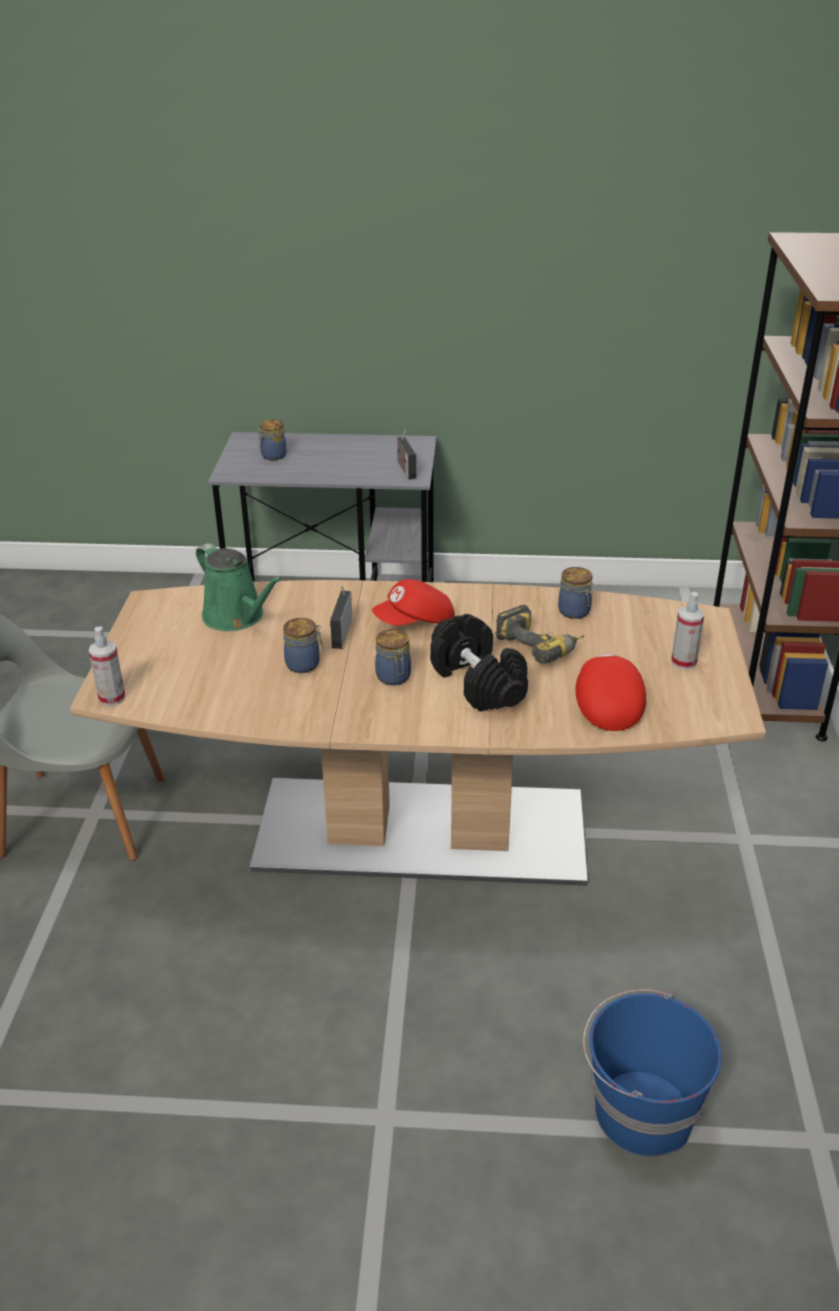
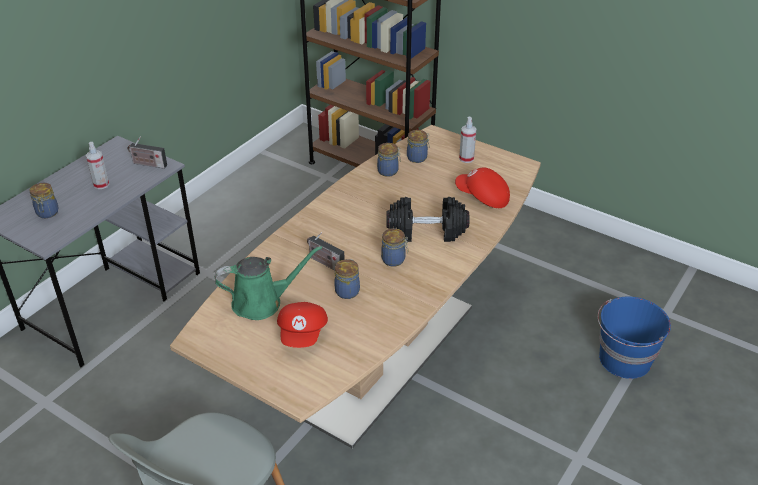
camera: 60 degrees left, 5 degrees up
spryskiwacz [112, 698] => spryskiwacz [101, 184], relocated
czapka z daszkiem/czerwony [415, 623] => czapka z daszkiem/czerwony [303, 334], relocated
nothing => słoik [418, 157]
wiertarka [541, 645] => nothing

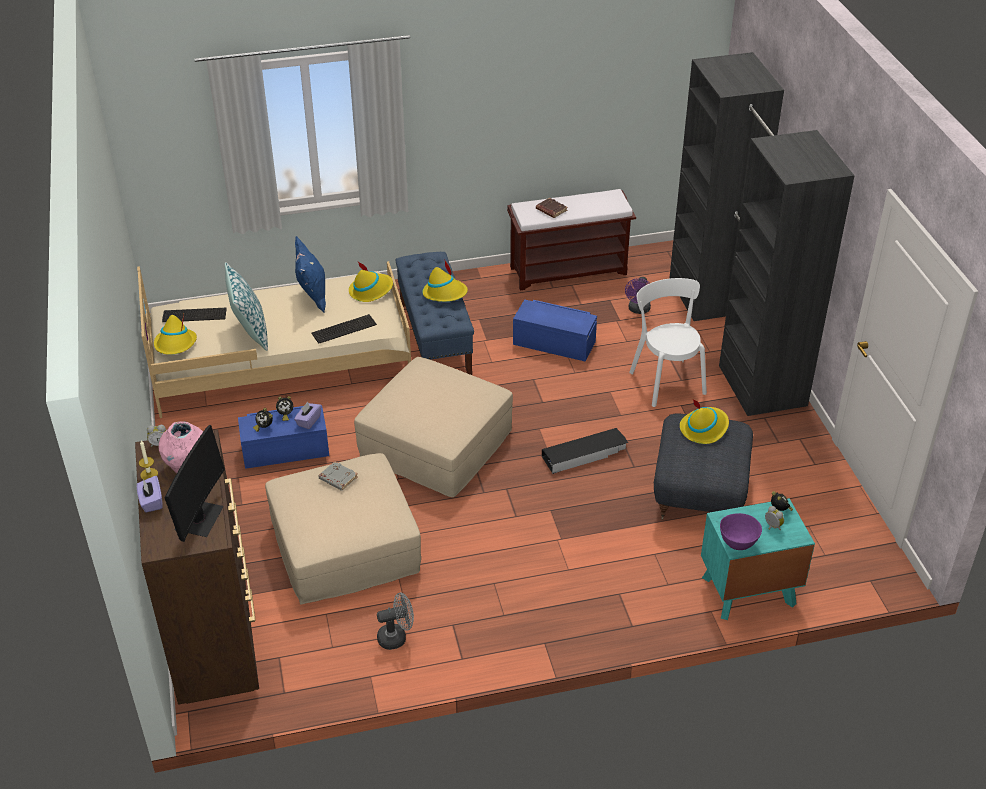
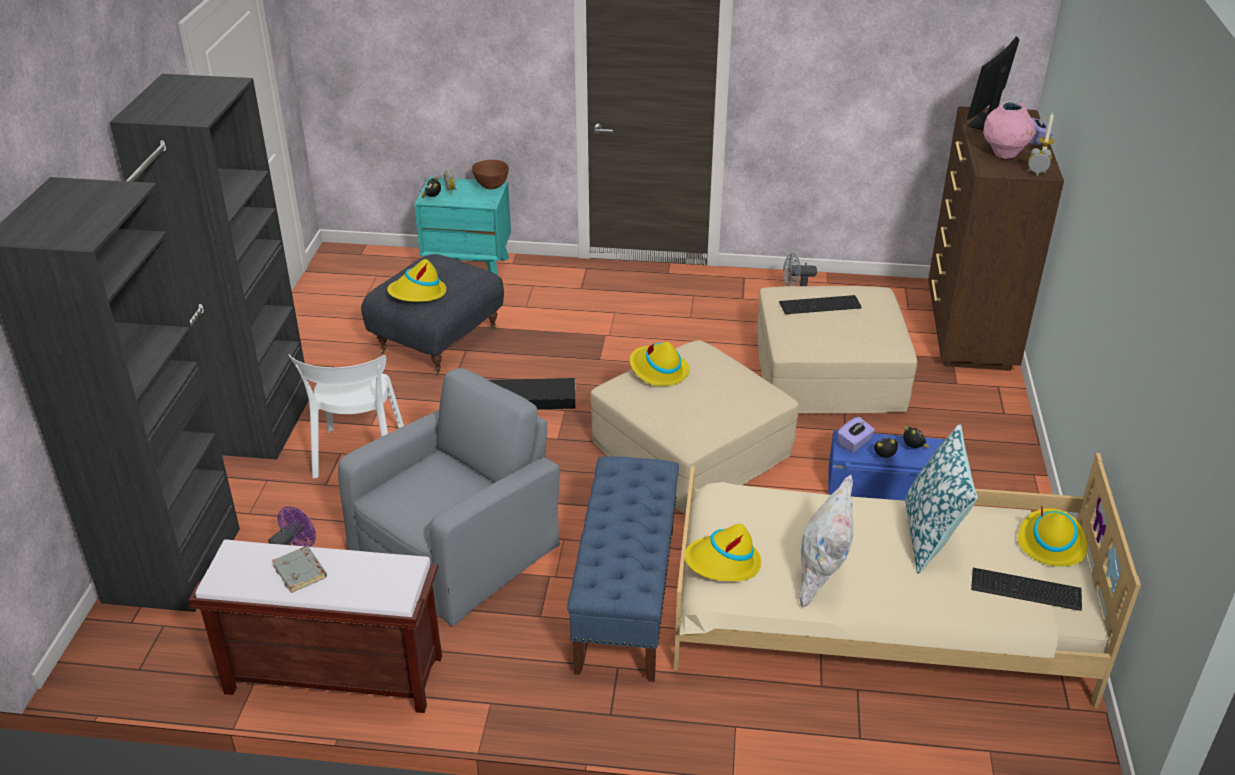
camera: 160 degrees left, 5 degrees down
książka/szary [337, 478] => książka/szary [301, 572], relocated
pojemnik do przechowywania/niebieski [554, 342] => fotel/szary [456, 546]
miska/fioletowy [738, 544] => miska/brązowy [492, 186]
kapelusz/żółty [445, 293] => kapelusz/żółty [658, 370], relocated
klawiatura [342, 328] => klawiatura [821, 305], relocated
poduszka/niebieski [312, 297] => poduszka/biały [822, 574]
książka/brązowy [550, 210] => nothing

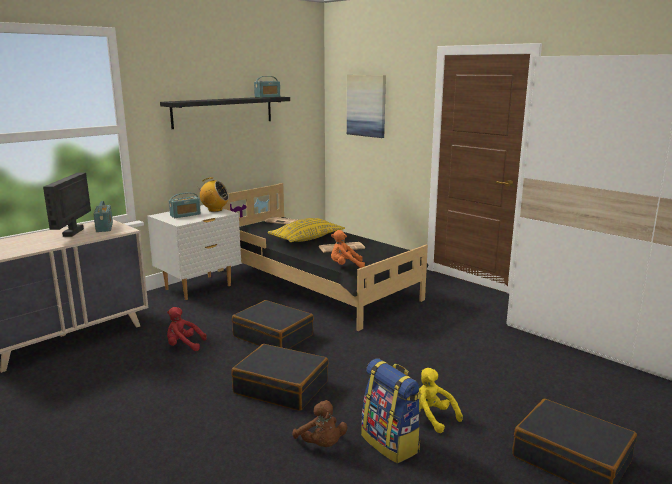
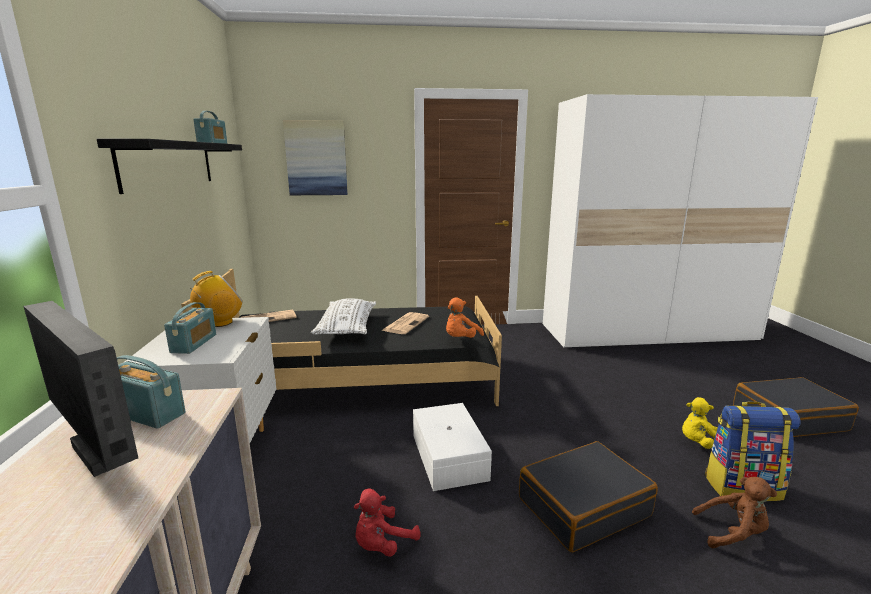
camera: 50 degrees left, 0 degrees up
poduszka/żółty [306, 239] => poduszka/biały [347, 327]
walizka/czarny [273, 336] => pojemnik do przechowywania/biały [447, 457]

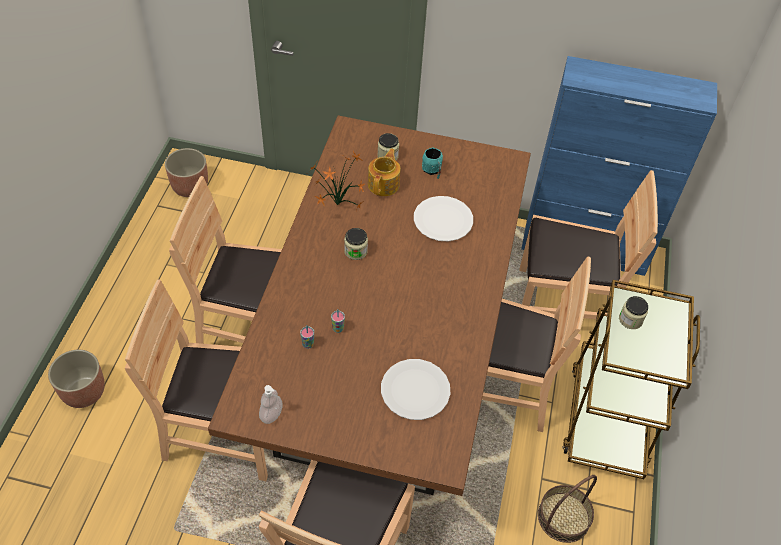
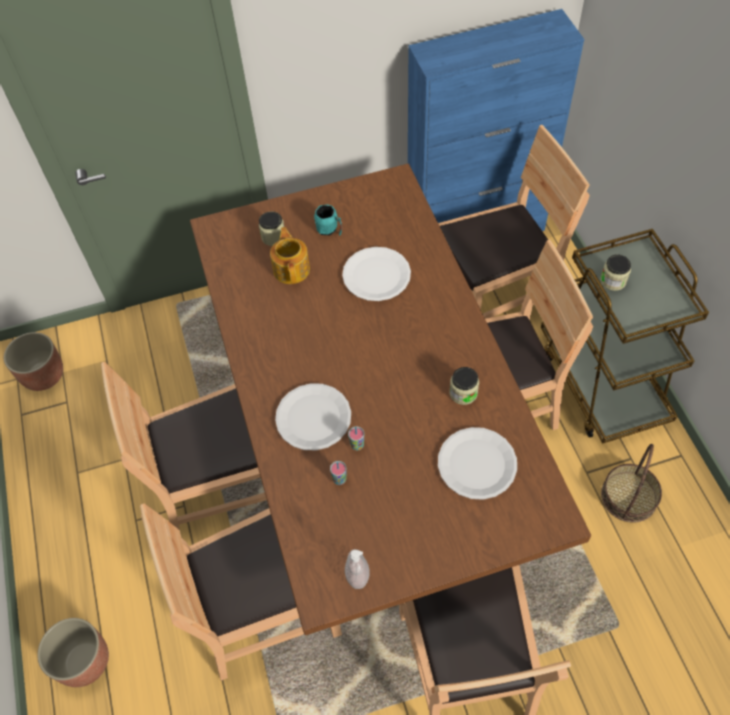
camera: 25 degrees left, 5 degrees up
nothing => talerz/biały [313, 418]
słoik [355, 251] => słoik [463, 393], relocated
roślina doniczkowa [336, 204] => nothing

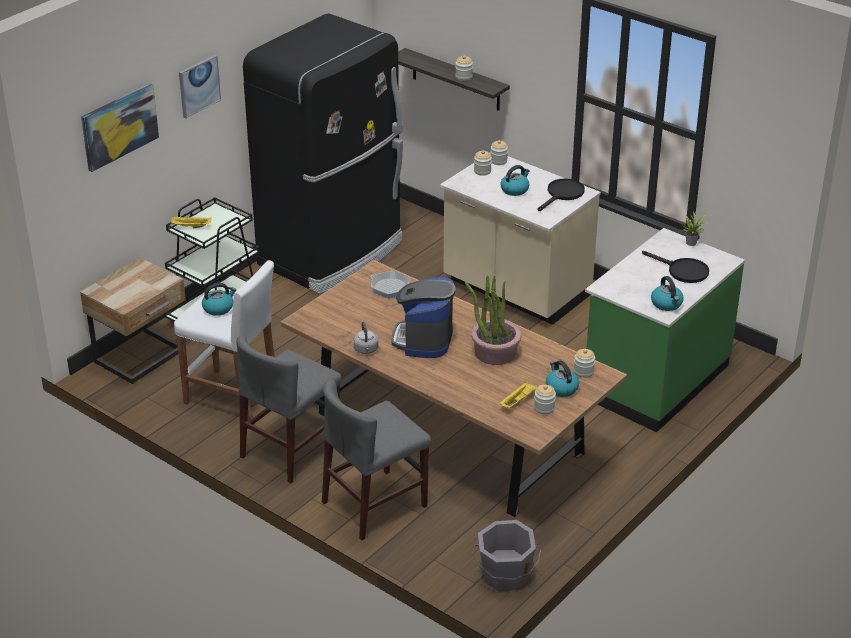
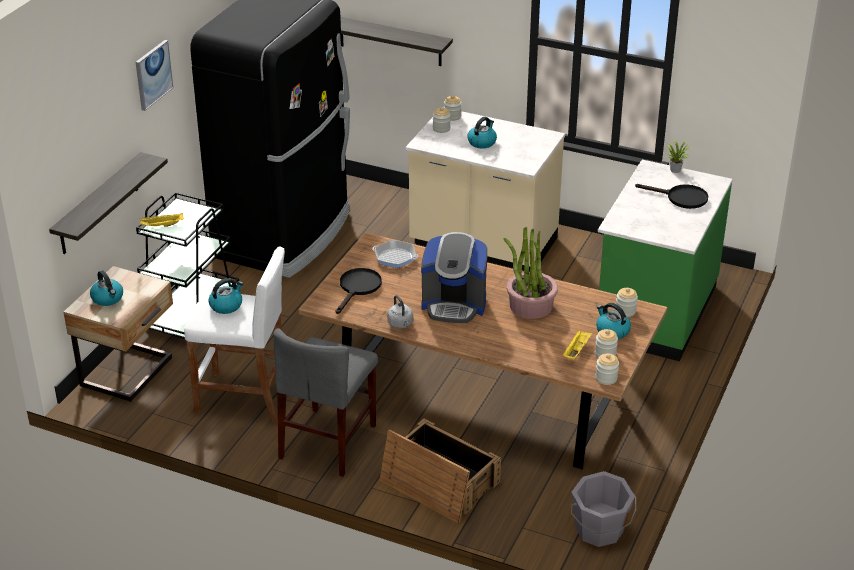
camera: 15 degrees left, 0 degrees up
nothing => półka [98, 204]
czajnik [667, 304] => czajnik [108, 298], relocated
patelnia/czarny [562, 194] => patelnia/czarny [358, 288], relocated
krzesło/szary [374, 504] => skrzynka [438, 482]
ekspres do kawy [424, 340] => ekspres do kawy [454, 304], 75 degrees counterclockwise
słoik [463, 77] => słoik [606, 378], relocated
obraz [119, 126] => nothing

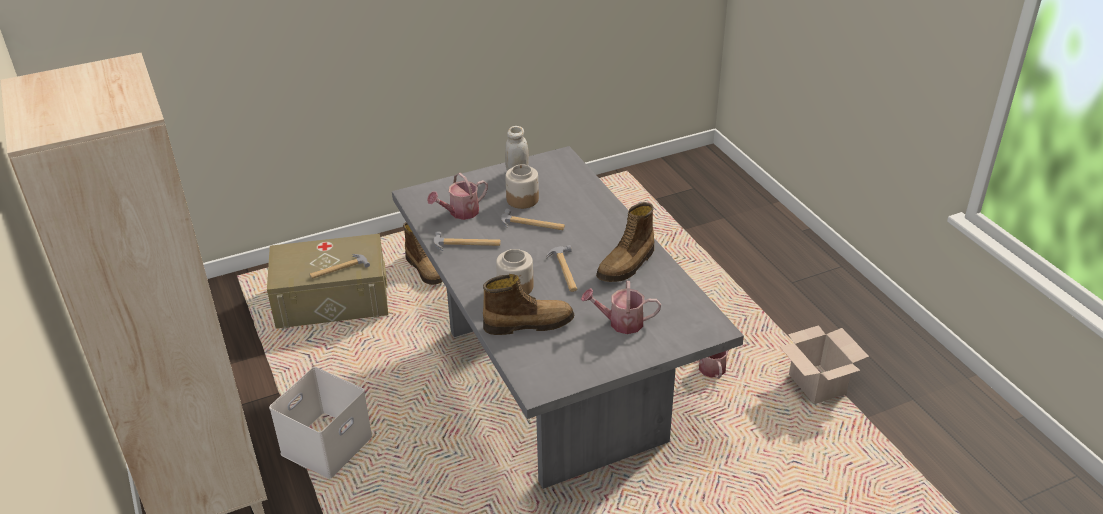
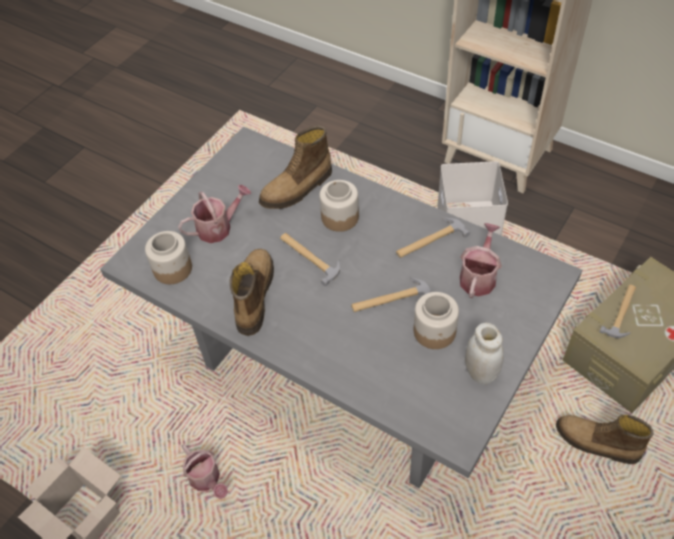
camera: 150 degrees right, 15 degrees up
nothing => słoik [172, 269]

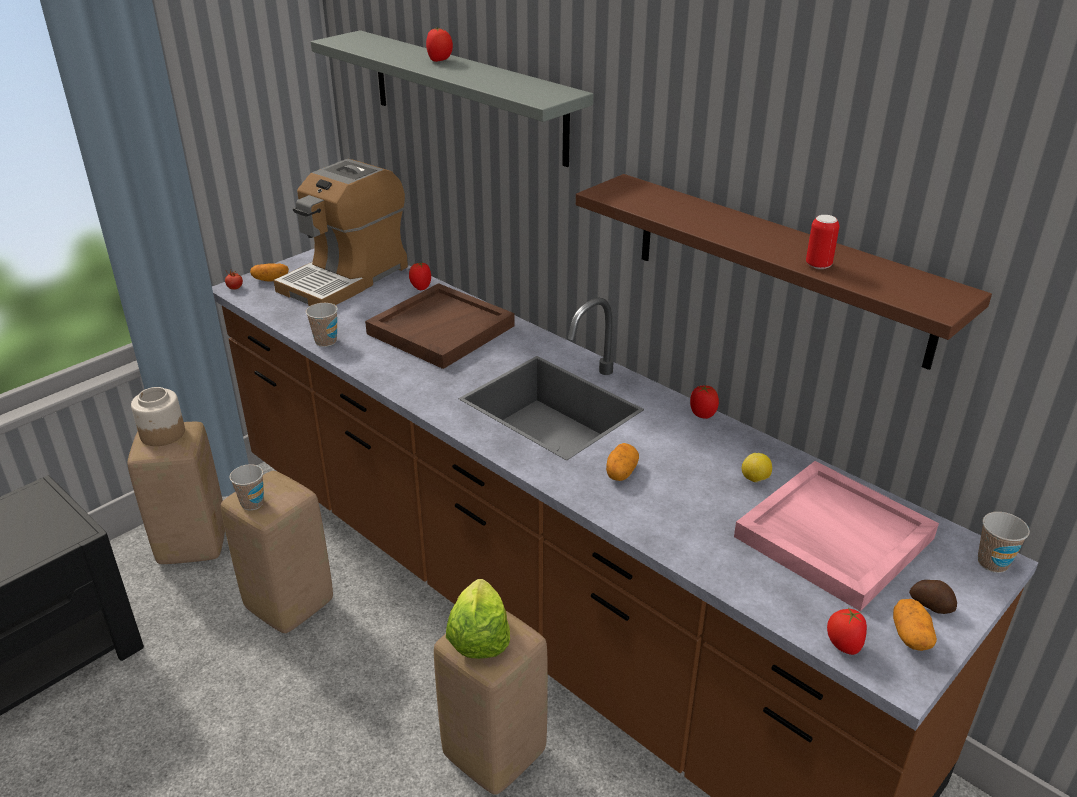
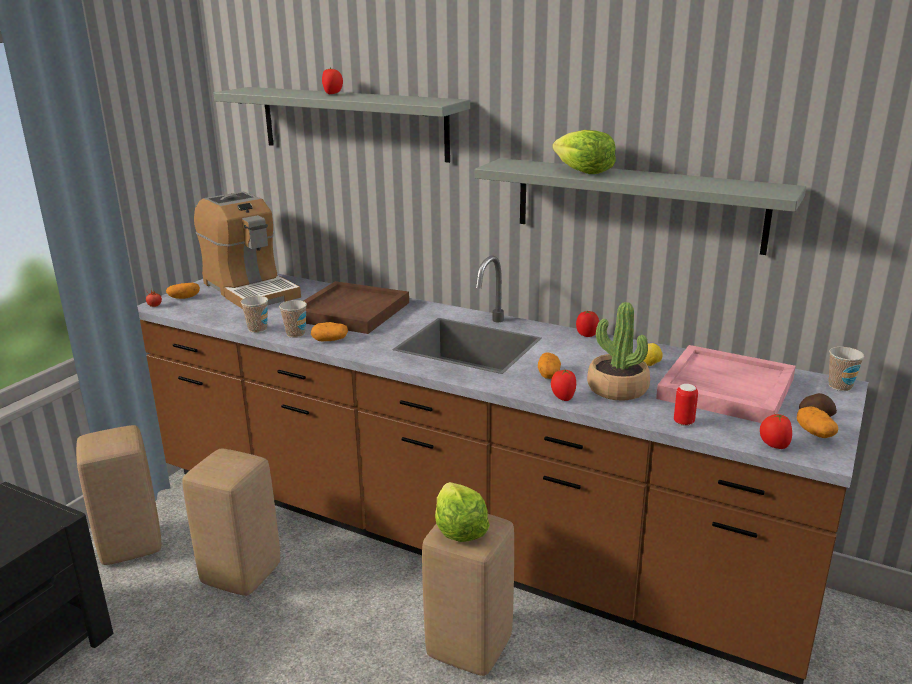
camera: 15 degrees left, 10 degrees down
ekspres do kawy [346, 278] => ekspres do kawy [250, 290], 60 degrees counterclockwise
filiżanka [252, 503] => filiżanka [295, 334], relocated
nothing => ziemniak [330, 340]
półka/brązowy [779, 268] => półka/szary [637, 204]
pomidor [421, 287] => pomidor [562, 398], relocated
nothing => sałata [583, 172]
nothing => roślina doniczkowa [617, 389]
puszka [818, 265] => puszka [683, 422], relocated
słoik [162, 433] => nothing

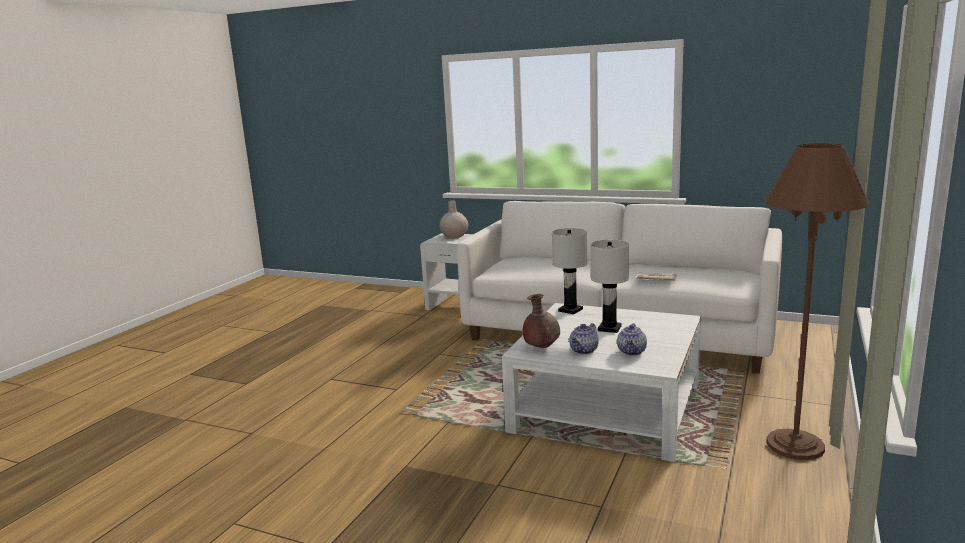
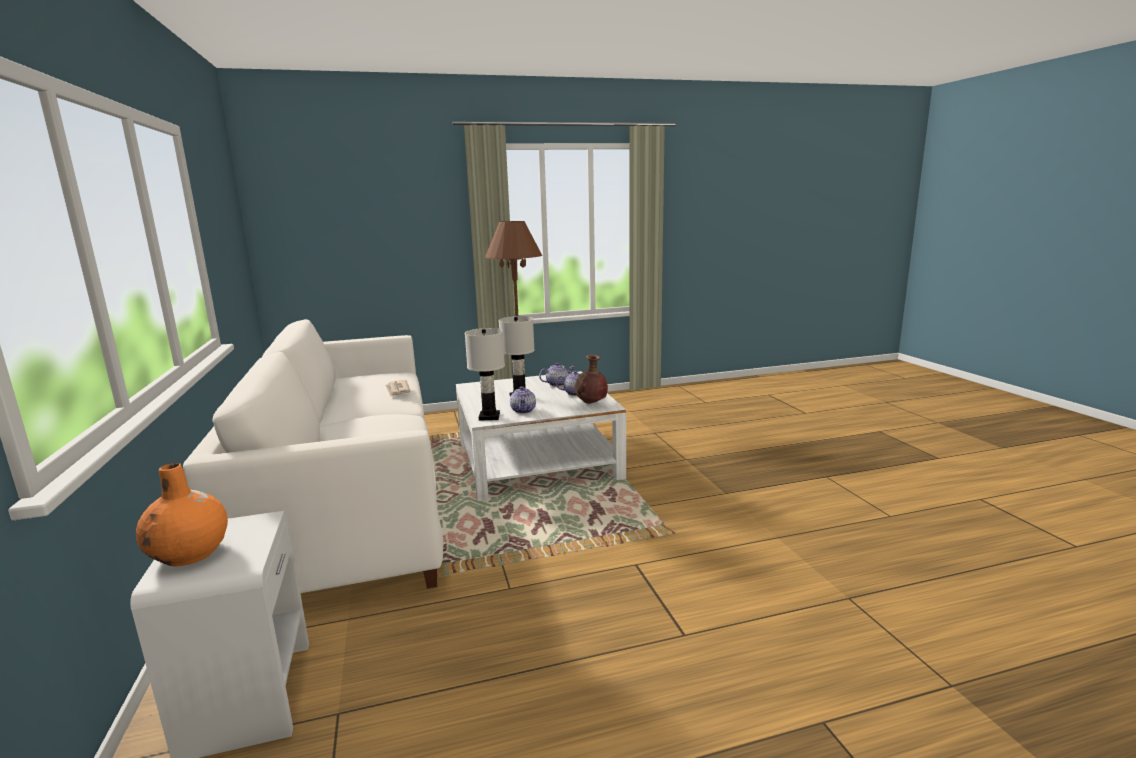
camera: 130 degrees left, 0 degrees up
wazon/beżowy [454, 236] => wazon/pomarańczowy [190, 554]
nothing => imbryk [523, 410]

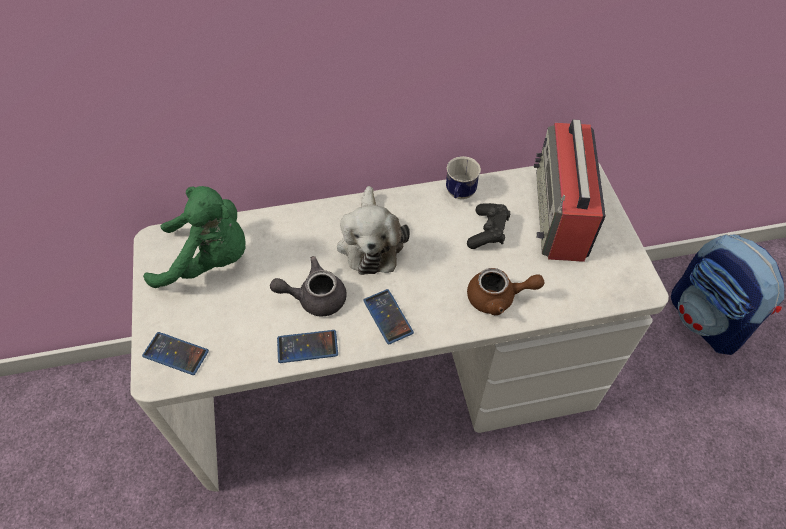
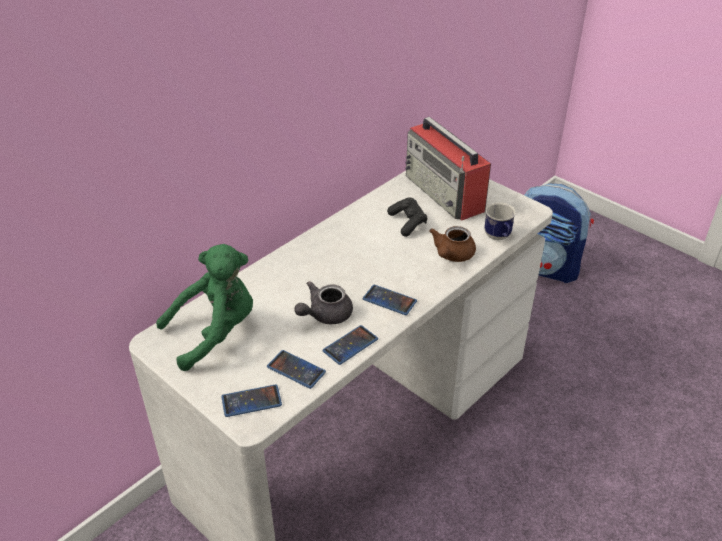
camera: 35 degrees left, 15 degrees down
nothing => telefon [296, 370]
imbryk/brązowy [498, 298] => imbryk/brązowy [451, 255], 150 degrees clockwise
kubek [459, 195] => kubek [499, 238], relocated
pluszak [371, 242] => nothing

